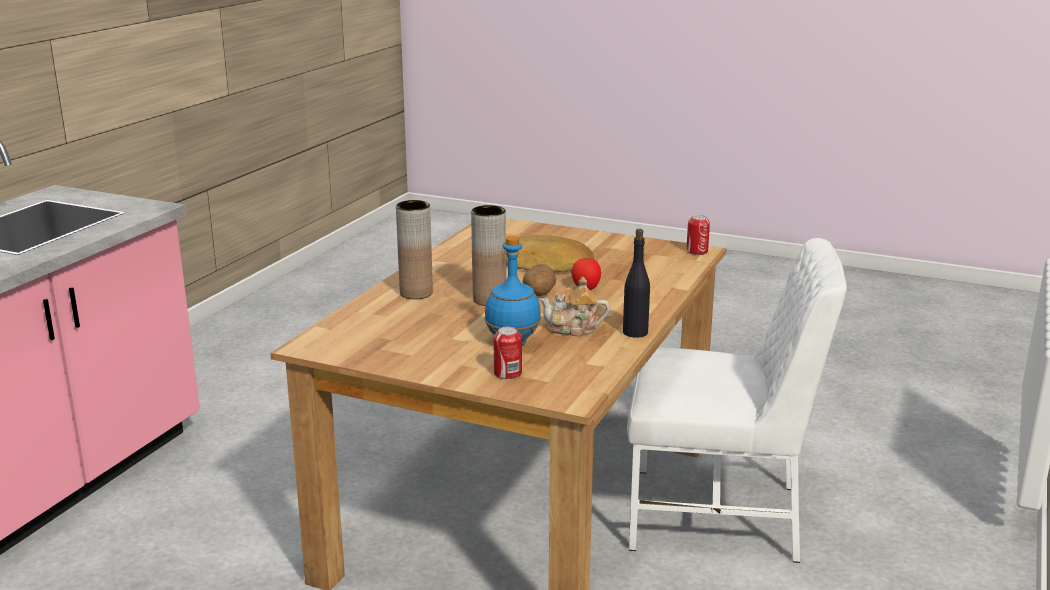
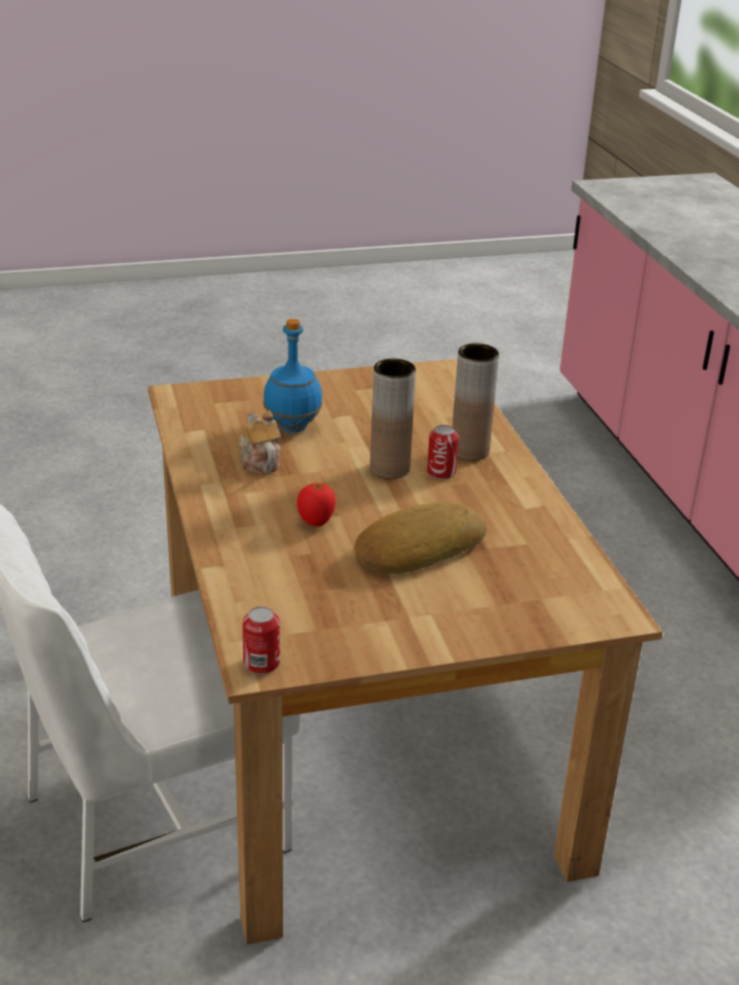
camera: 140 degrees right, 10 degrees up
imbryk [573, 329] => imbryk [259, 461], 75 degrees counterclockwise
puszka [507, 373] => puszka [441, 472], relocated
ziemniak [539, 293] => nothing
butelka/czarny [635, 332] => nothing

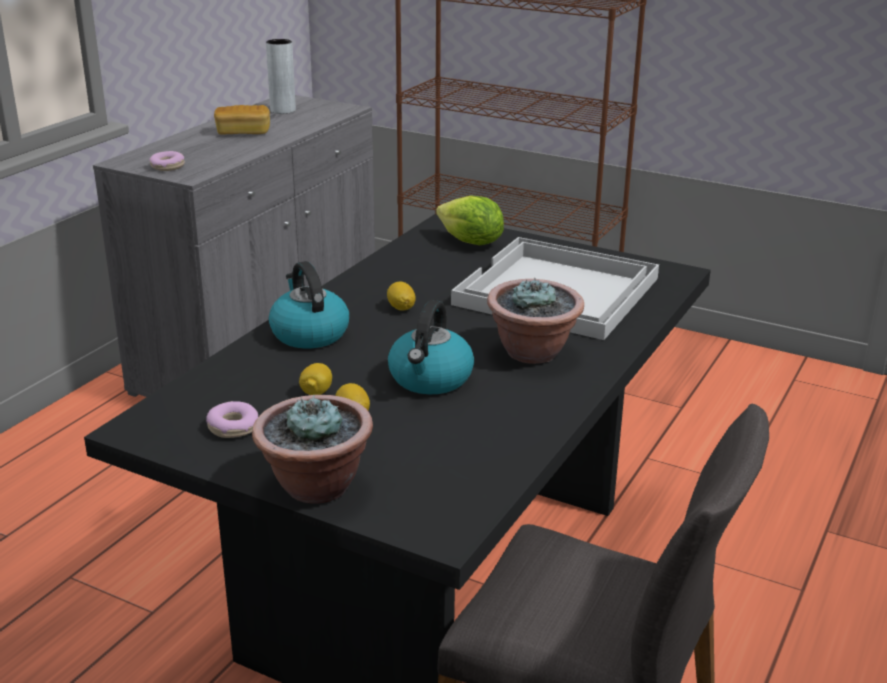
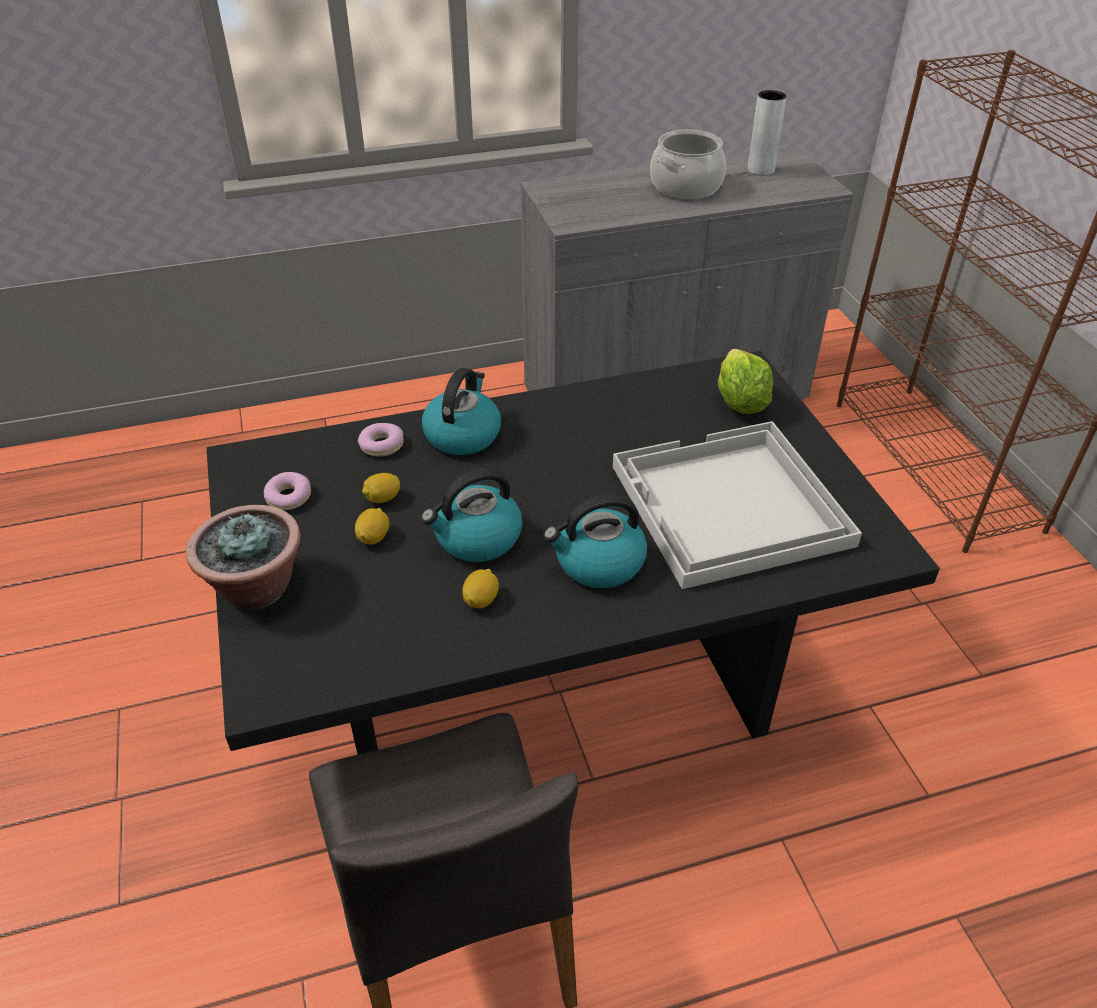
camera: 45 degrees right, 15 degrees up
donut [167, 167] => donut [382, 445], relocated
cytryna [401, 308] => cytryna [481, 600], relocated
roślina doniczkowa [533, 352] => czajnik [598, 563]
chleb [243, 132] => garnek [685, 186]

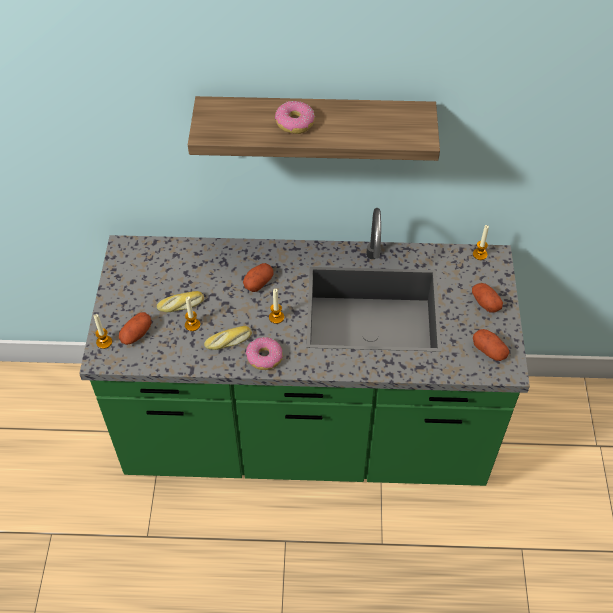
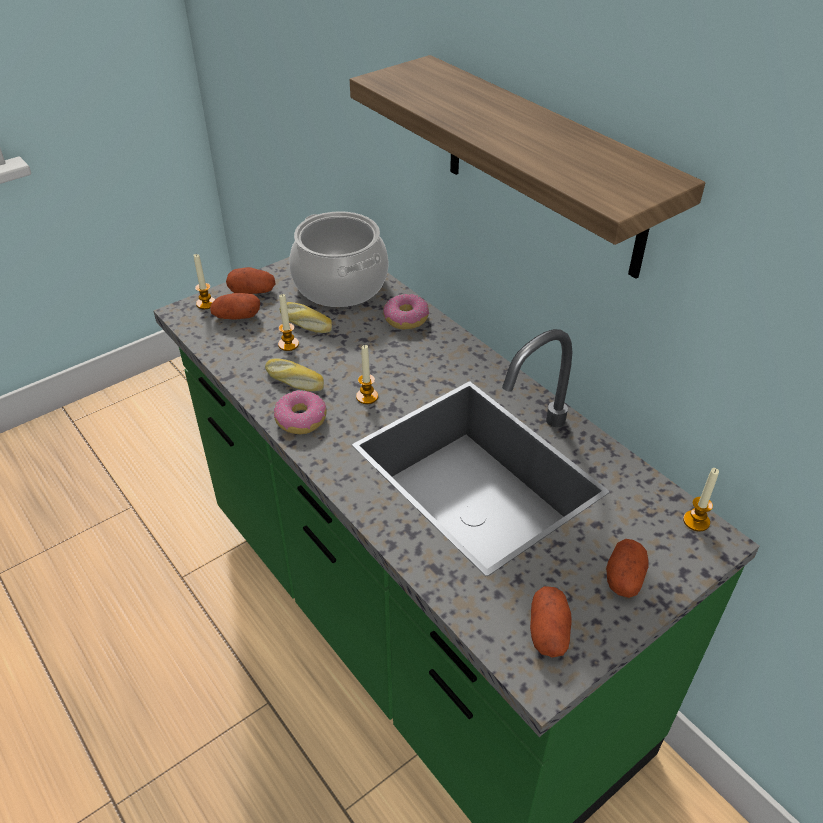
camera: 50 degrees right, 10 degrees down
ziemniak [258, 282] => ziemniak [252, 291], relocated
nothing => garnek [339, 285]
donut [294, 123] => donut [406, 318], relocated

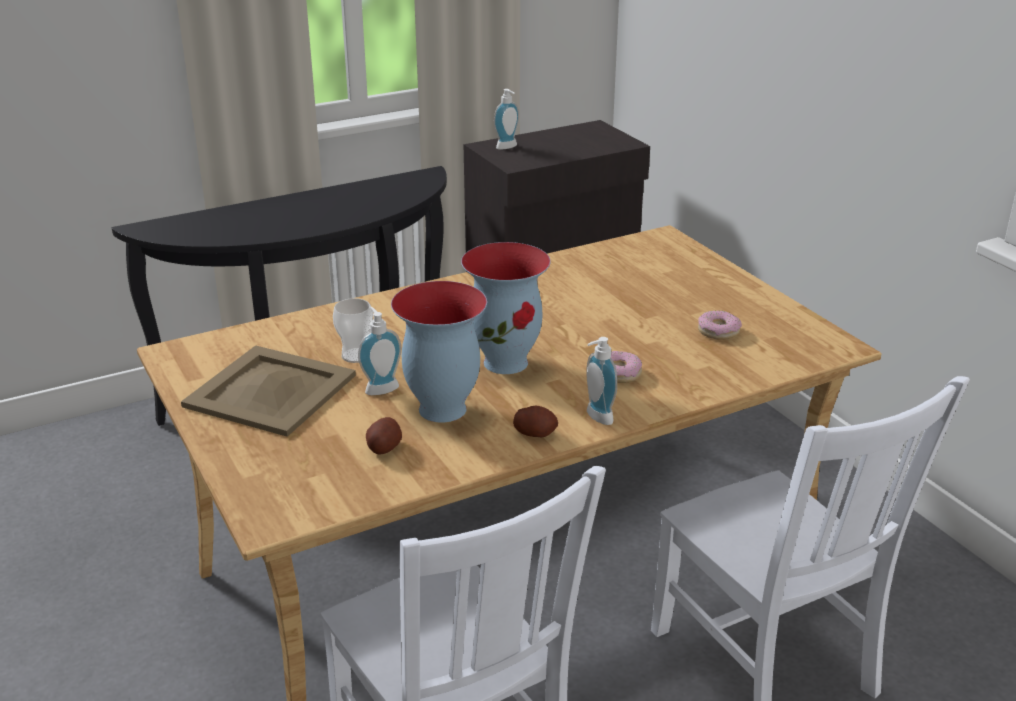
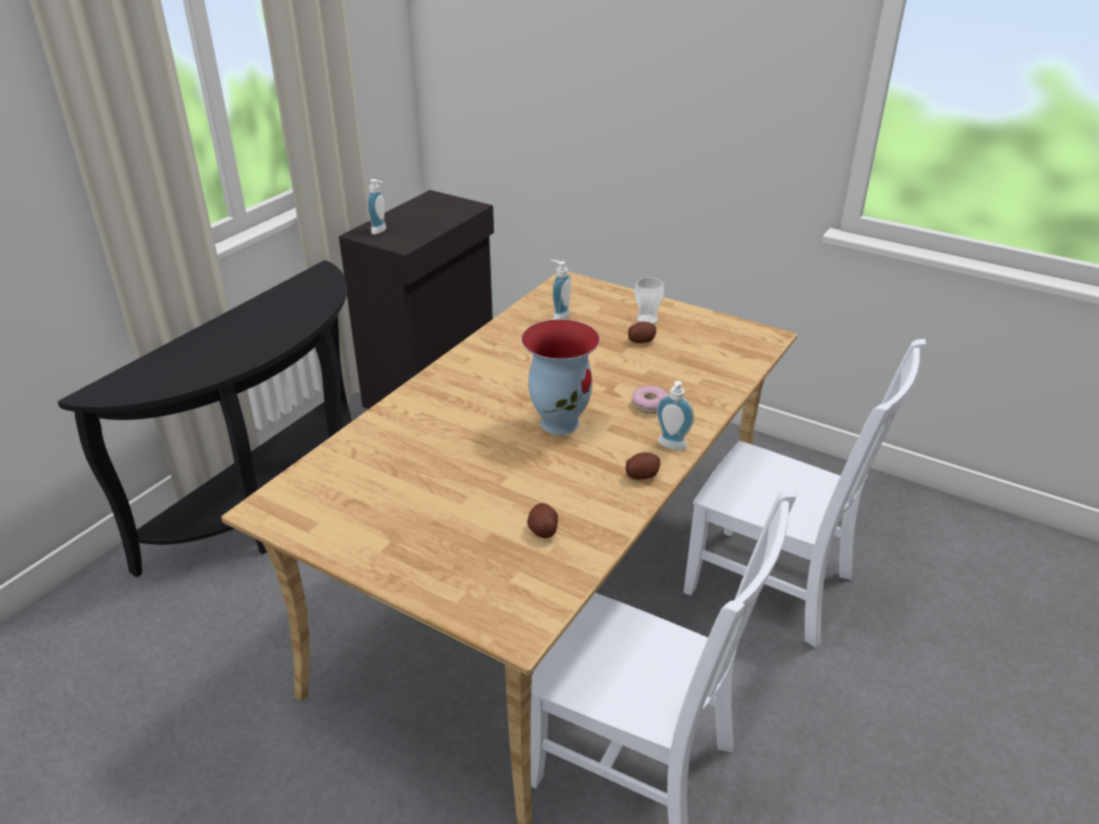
camera: 30 degrees left, 5 degrees up
dozownik mydła [380, 387] => dozownik mydła [559, 316], relocated
nothing => ziemniak [641, 341]
filiżanka [356, 356] => filiżanka [647, 320], relocated
taca/beżowy [271, 391] => nothing
wazon [441, 410] => nothing
donut [718, 331] => nothing

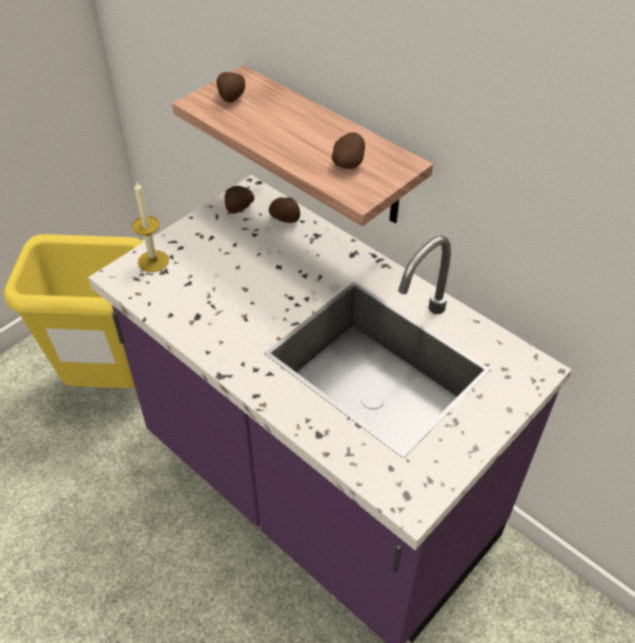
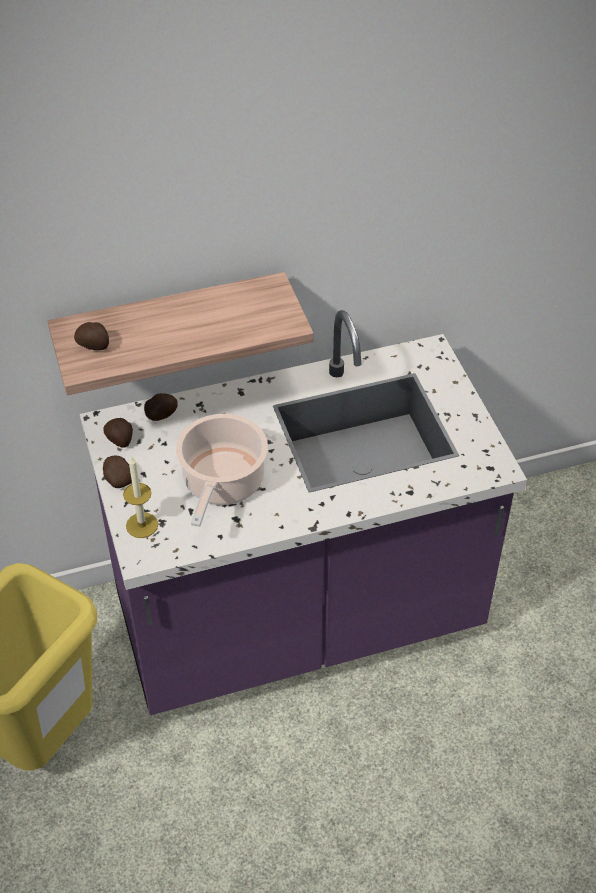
camera: 60 degrees left, 0 degrees up
ziemniak [349, 163] => ziemniak [118, 479], relocated
nothing => garnek [222, 484]

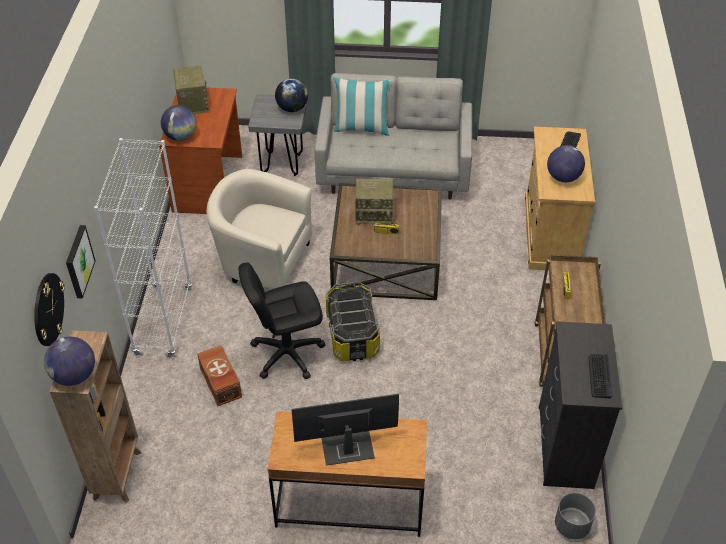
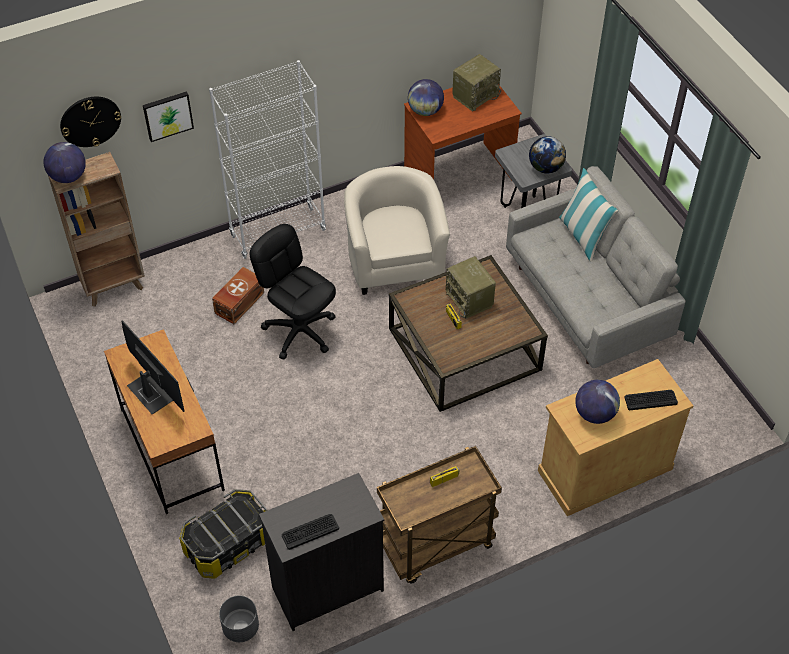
camera: 60 degrees right, 5 degrees up
pojemnik do przechowywania [353, 334] => pojemnik do przechowywania [228, 545], relocated

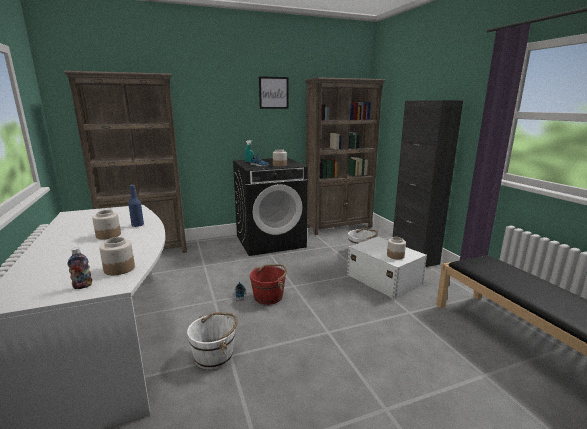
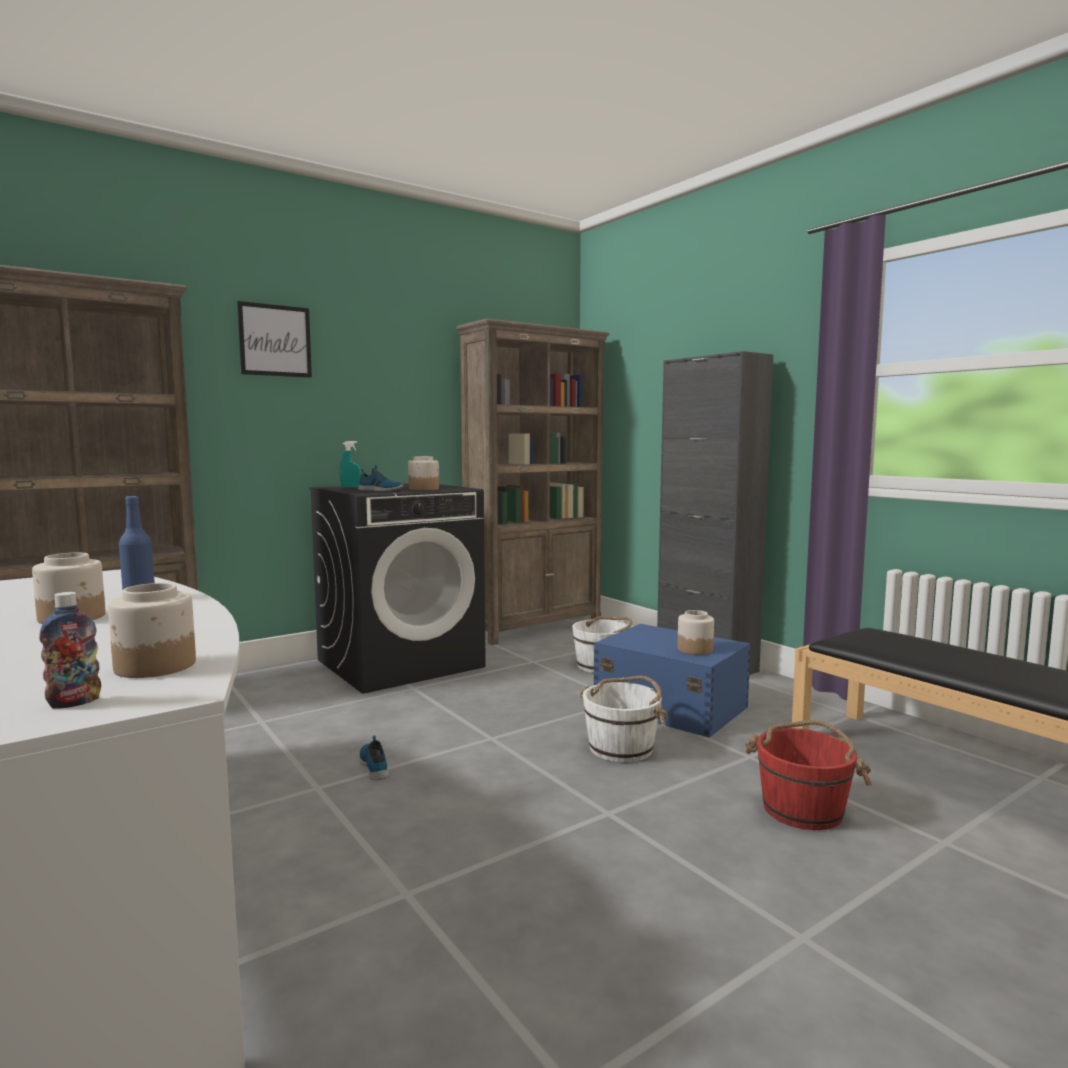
camera: 15 degrees left, 10 degrees down
obraz [273, 93] => obraz [275, 340], relocated
wiadro/biały [215, 355] => wiadro/biały [622, 748], relocated
pojemnik do przechowywania/biały [383, 279] => pojemnik do przechowywania/niebieski [669, 706]
wiadro/czerwony [269, 296] => wiadro/czerwony [803, 809], relocated

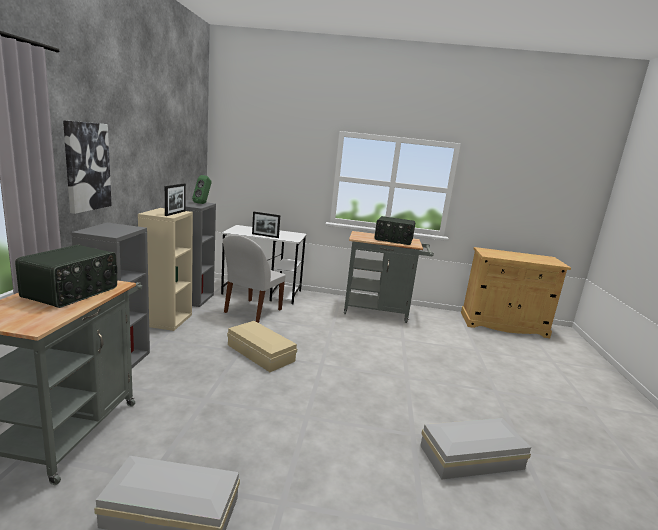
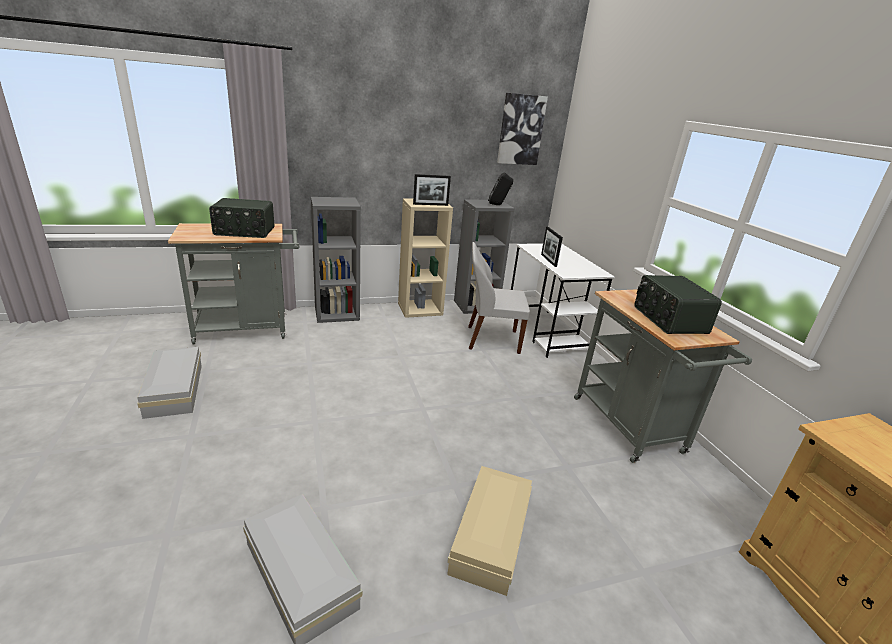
camera: 65 degrees right, 10 degrees up
pojemnik do przechowywania/beżowy [260, 352] => pojemnik do przechowywania/beżowy [492, 534], relocated
głośnik/zielony [203, 203] => głośnik/czarny [498, 205]
obraz [86, 166] => obraz [521, 130], relocated

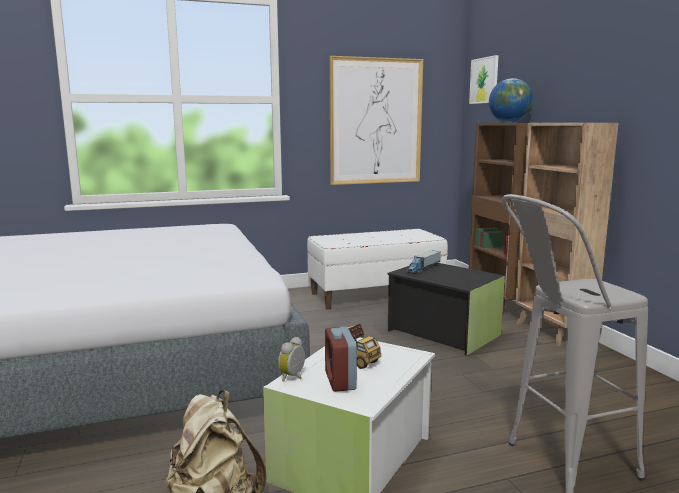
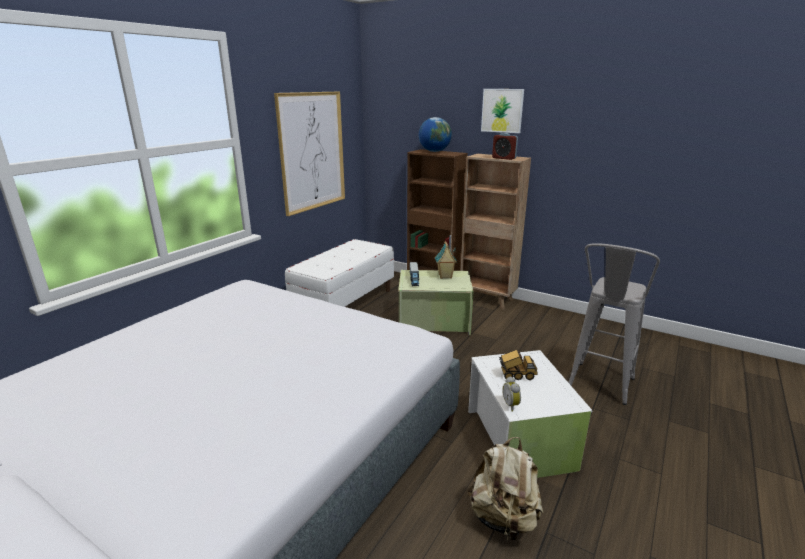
camera: 40 degrees left, 10 degrees up
pojemnik do przechowywania/czarny [443, 332] => pojemnik do przechowywania/zielony [433, 321]
nothing => domek [445, 276]
obraz [484, 80] => obraz [502, 110], relocated
budzik [340, 381] => budzik [504, 158], relocated

